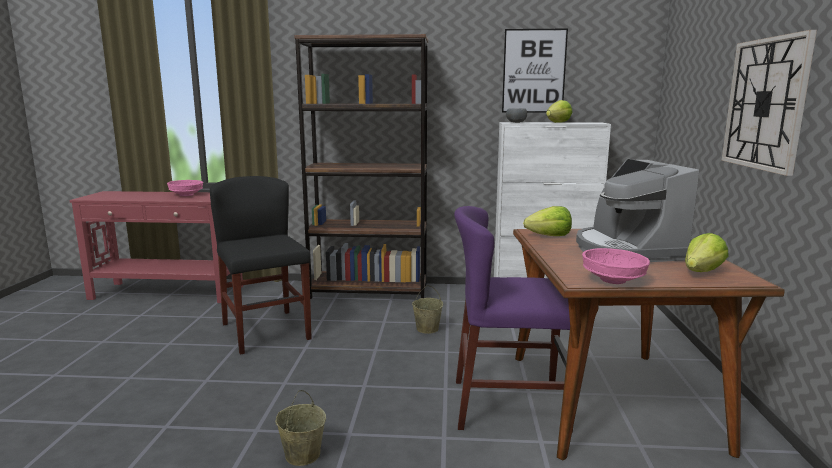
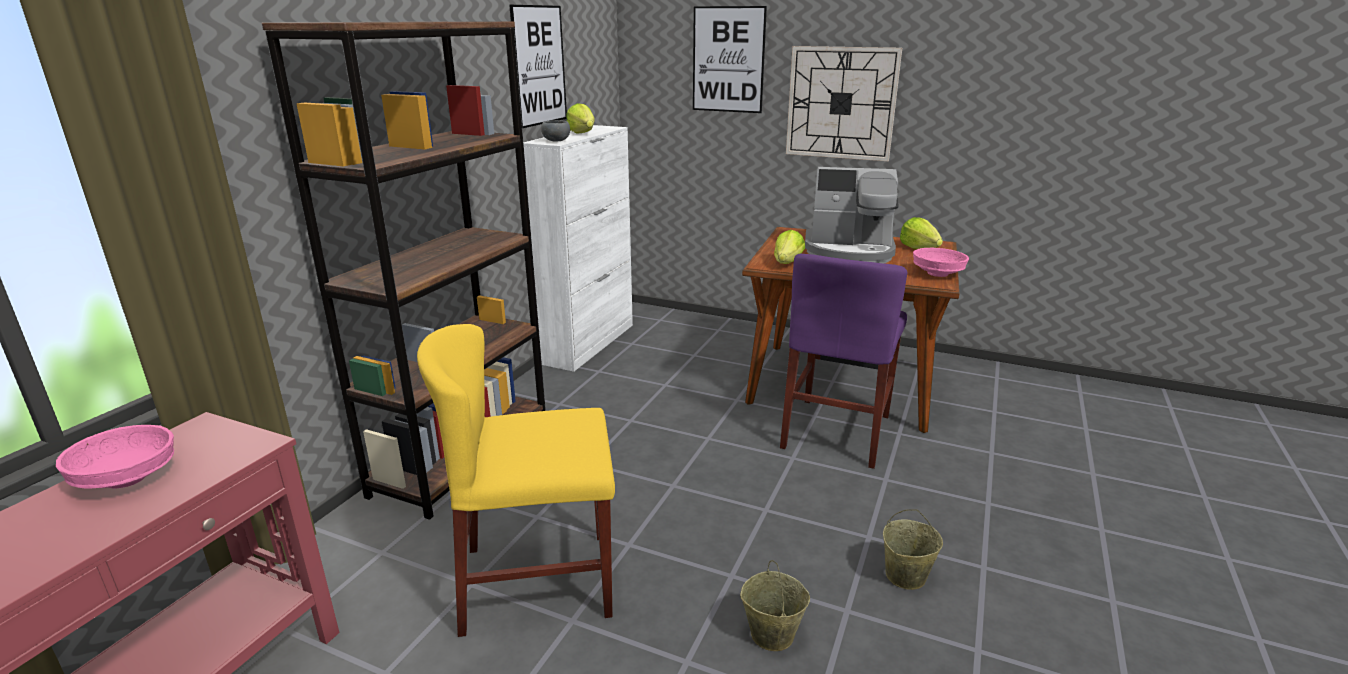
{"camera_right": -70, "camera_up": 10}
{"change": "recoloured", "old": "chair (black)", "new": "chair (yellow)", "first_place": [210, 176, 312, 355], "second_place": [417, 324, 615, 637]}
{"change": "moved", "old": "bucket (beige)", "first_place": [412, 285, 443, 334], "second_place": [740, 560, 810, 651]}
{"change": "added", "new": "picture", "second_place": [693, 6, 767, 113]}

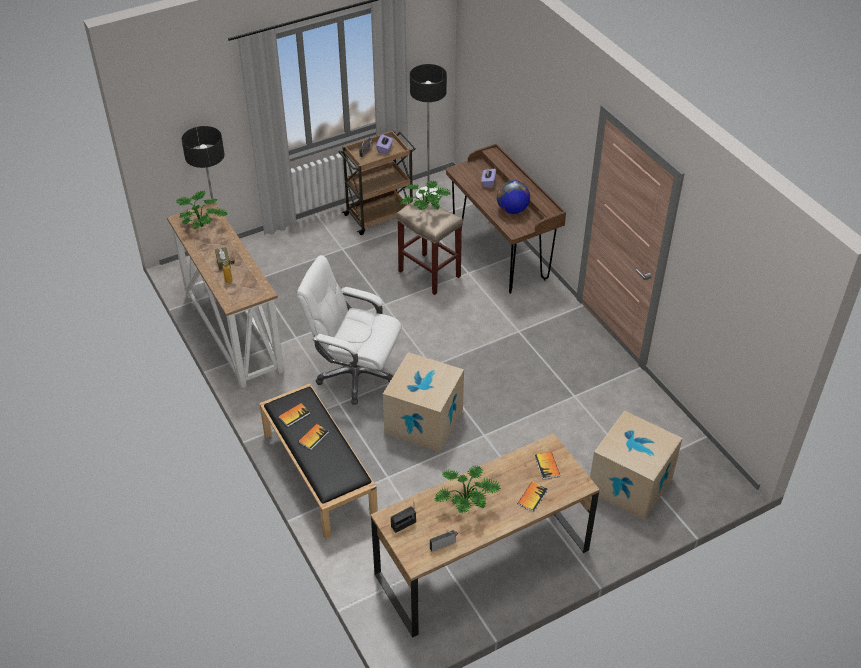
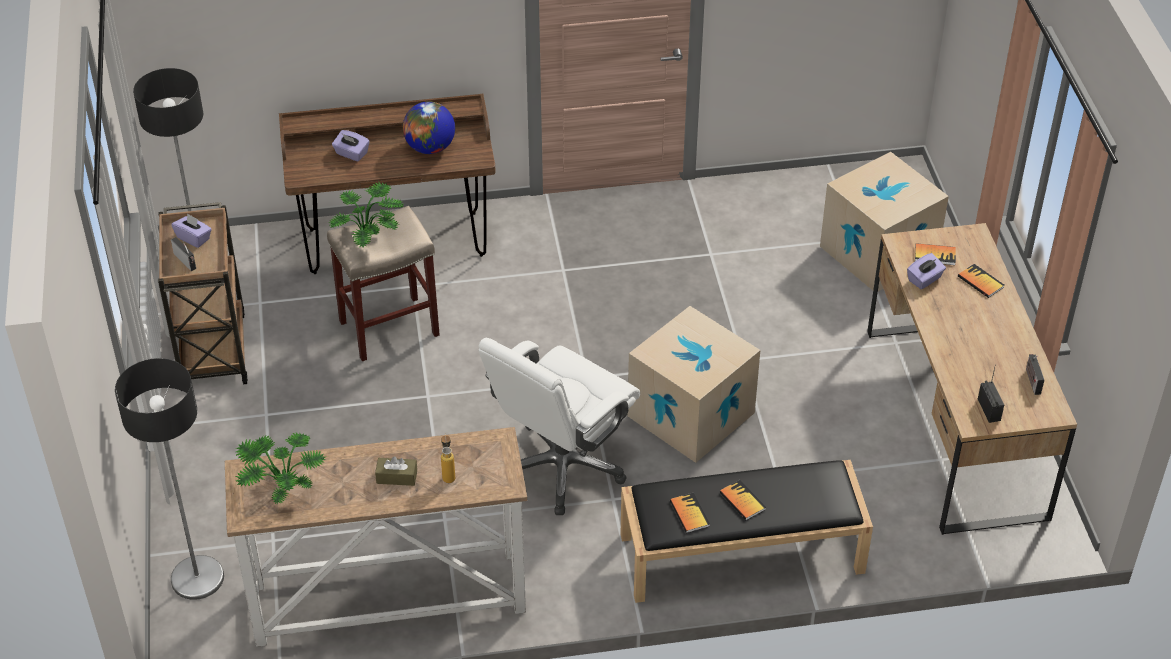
{"camera_right": -70, "camera_up": 0}
{"change": "removed", "old": "potted plant", "first_place": [434, 465, 501, 514]}
{"change": "added", "new": "tissue box (purple)", "second_place": [907, 253, 946, 289]}

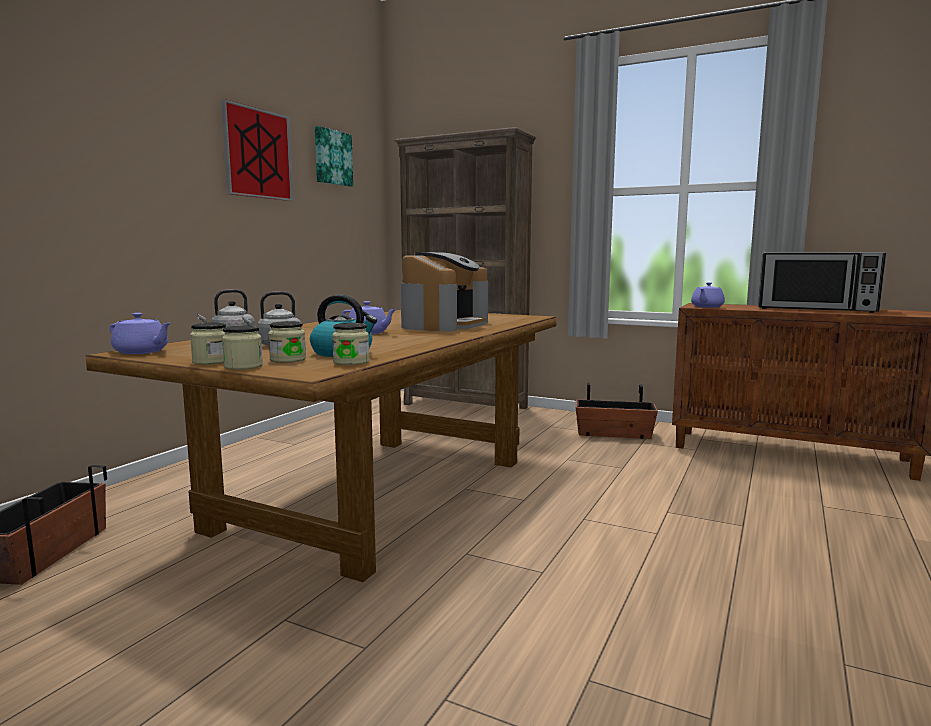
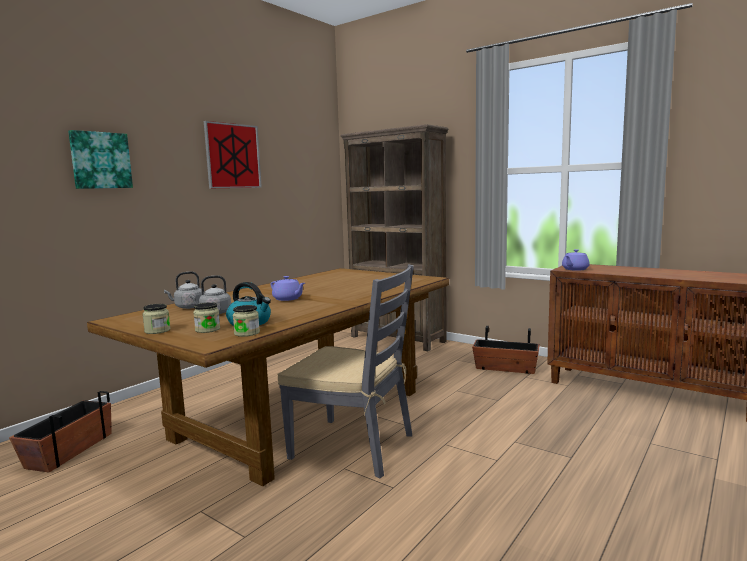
{"camera_right": 10, "camera_up": 0}
{"change": "removed", "old": "teapot (purple)", "first_place": [110, 313, 171, 354]}
{"change": "removed", "old": "jar", "first_place": [222, 325, 263, 370]}
{"change": "moved", "old": "picture", "first_place": [315, 126, 353, 187], "second_place": [68, 130, 133, 189]}
{"change": "removed", "old": "coffee machine", "first_place": [401, 252, 488, 332]}
{"change": "removed", "old": "microwave", "first_place": [758, 252, 886, 313]}
{"change": "added", "new": "chair (grey)", "second_place": [277, 264, 414, 478]}

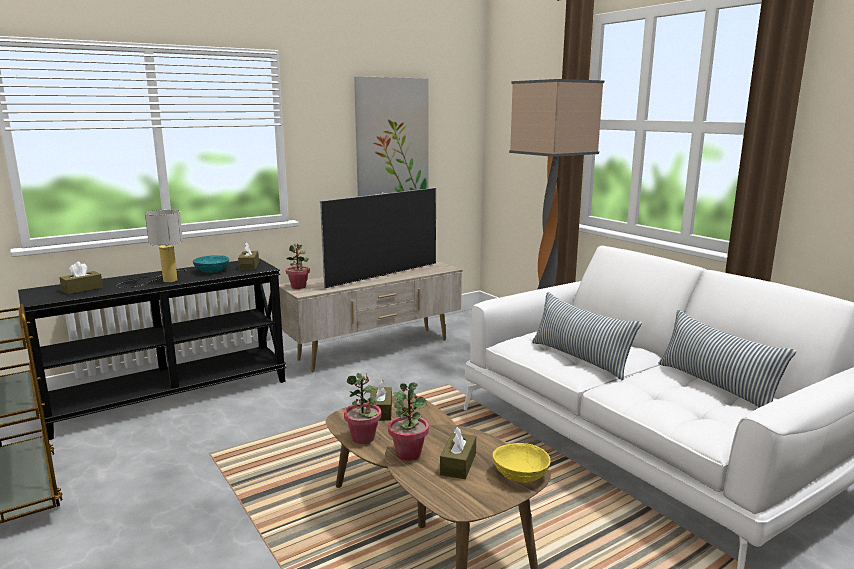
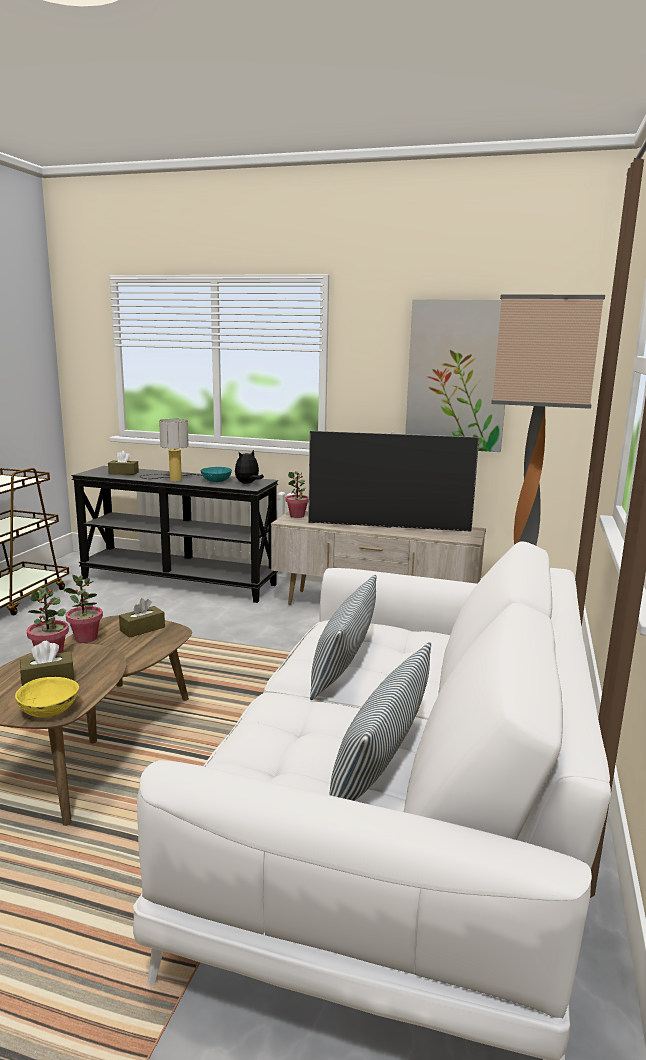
{"camera_right": 50, "camera_up": 0}
{"change": "replaced", "old": "tissue box (brown)", "new": "plush toy", "first_place": [238, 242, 259, 270], "second_place": [235, 450, 264, 484]}

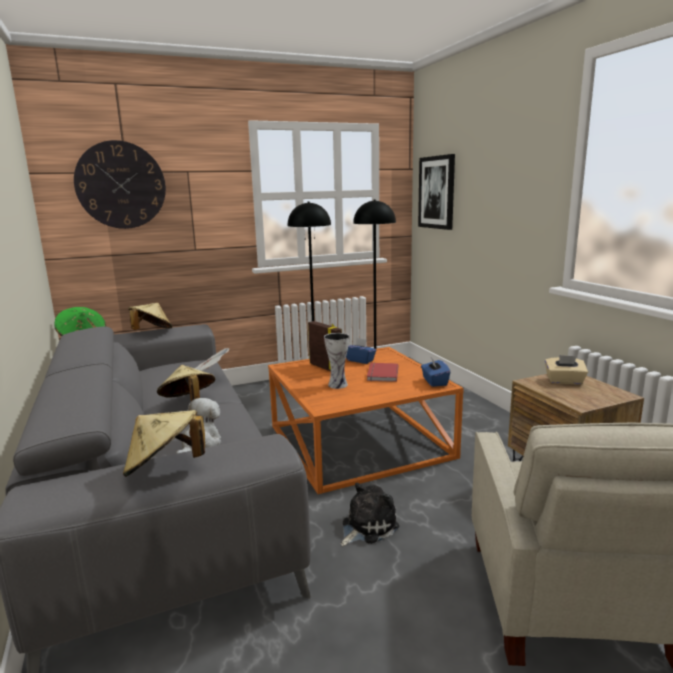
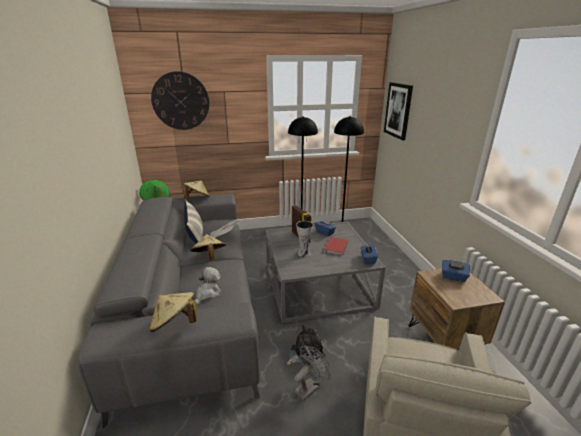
{"camera_right": 10, "camera_up": 10}
{"change": "recoloured", "old": "coffee table (orange)", "new": "coffee table (grey)", "first_place": [268, 347, 464, 494], "second_place": [265, 222, 386, 323]}
{"change": "recoloured", "old": "tissue box (beige)", "new": "tissue box (blue)", "first_place": [545, 355, 588, 384], "second_place": [442, 260, 470, 282]}
{"change": "added", "new": "pillow", "second_place": [184, 200, 203, 243]}
{"change": "added", "new": "fan (grey)", "second_place": [294, 346, 330, 401]}

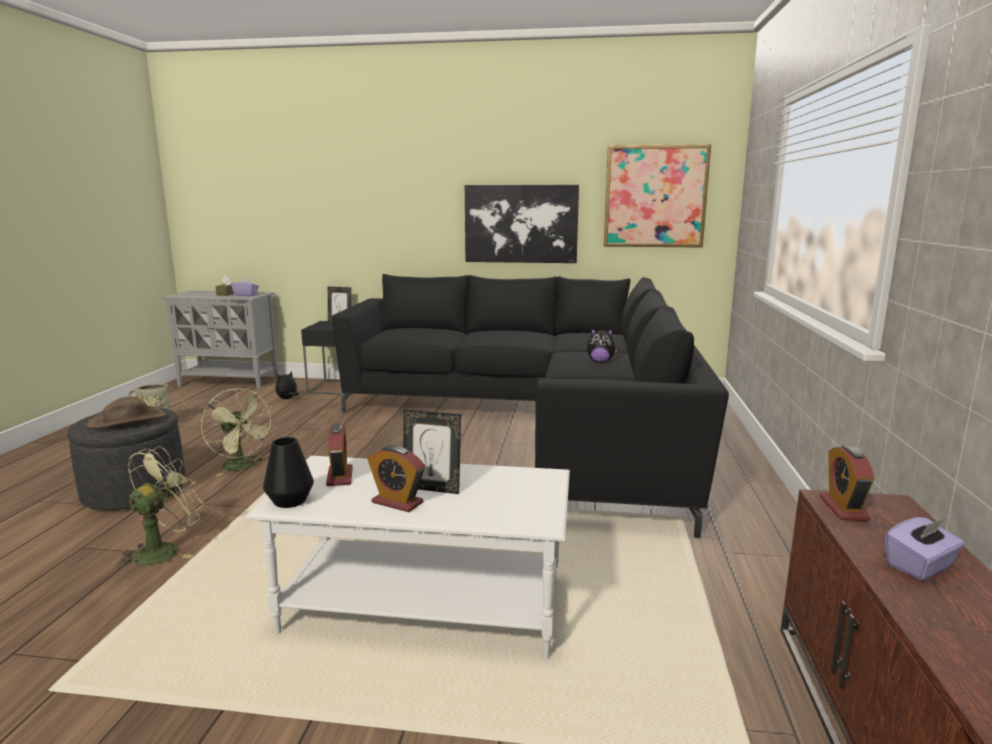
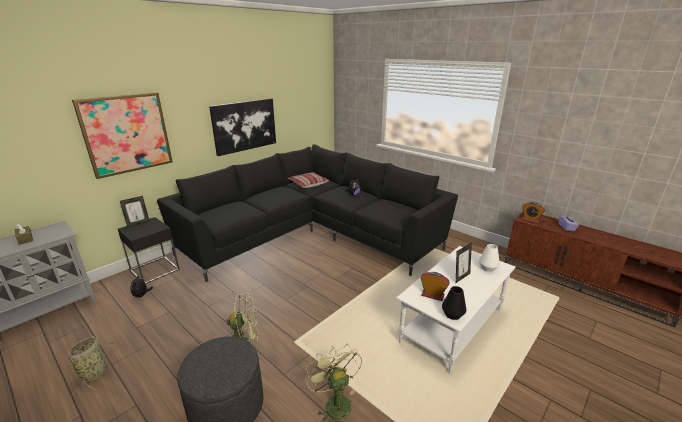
{"camera_right": -55, "camera_up": 10}
{"change": "removed", "old": "hat (brown)", "first_place": [85, 397, 167, 429]}
{"change": "removed", "old": "tissue box (purple)", "first_place": [231, 277, 259, 296]}
{"change": "removed", "old": "alarm clock", "first_place": [368, 445, 425, 512]}
{"change": "moved", "old": "picture", "first_place": [604, 144, 711, 248], "second_place": [72, 92, 173, 179]}
{"change": "added", "new": "pillow", "second_place": [288, 172, 329, 188]}
{"change": "added", "new": "vase (white)", "second_place": [479, 244, 500, 272]}

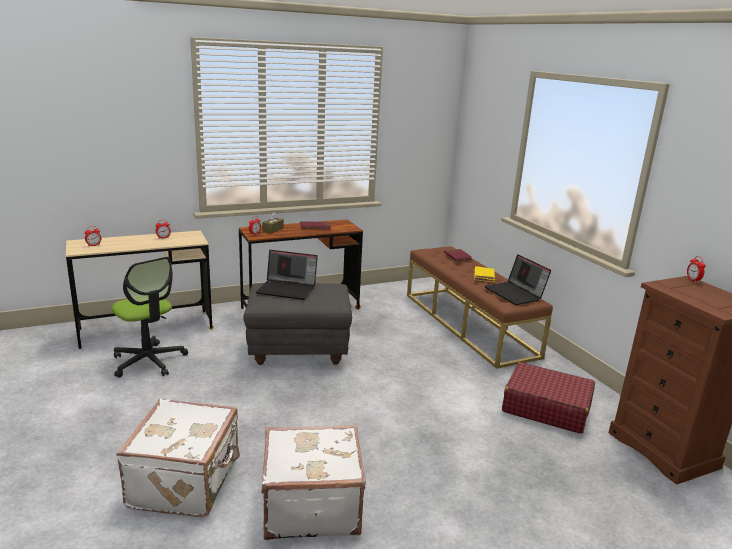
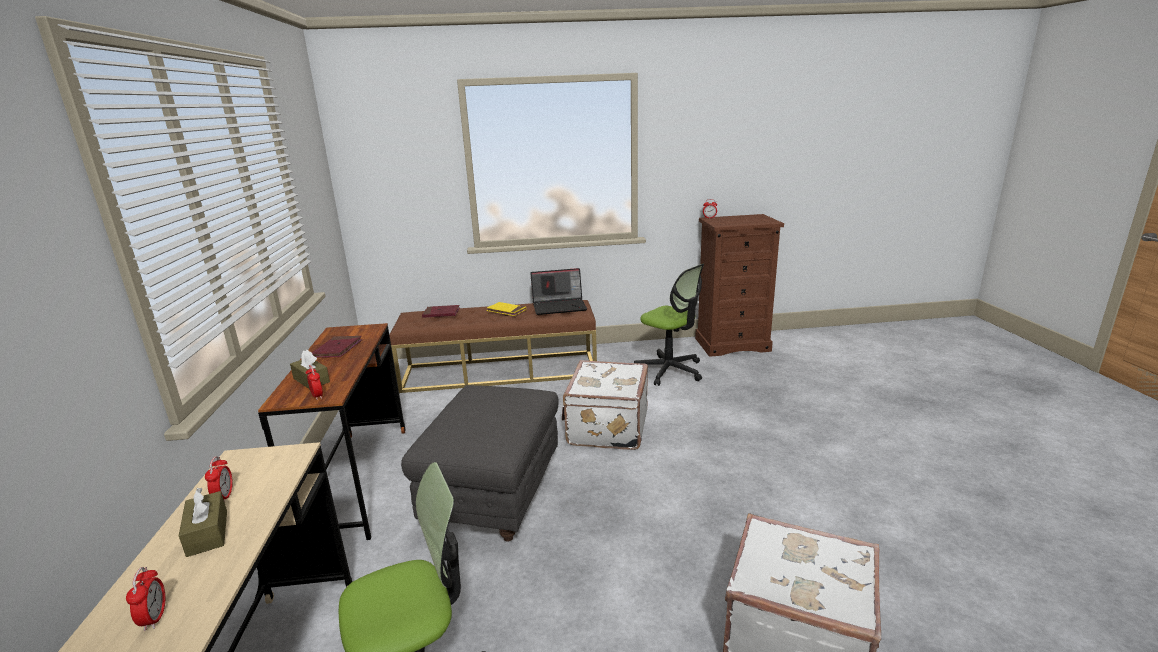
{"camera_right": -70, "camera_up": 0}
{"change": "removed", "old": "laptop", "first_place": [256, 250, 318, 300]}
{"change": "moved", "old": "suitcase (white)", "first_place": [262, 425, 366, 540], "second_place": [562, 360, 648, 450]}
{"change": "replaced", "old": "suitcase (red)", "new": "office chair", "first_place": [502, 362, 595, 434], "second_place": [634, 264, 704, 386]}
{"change": "added", "new": "tissue box (brown)", "second_place": [179, 488, 227, 557]}

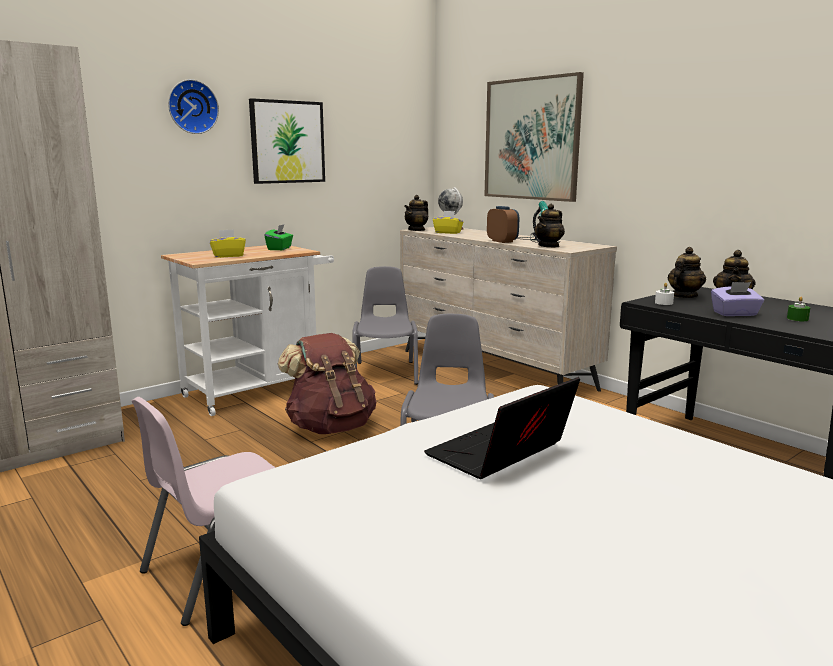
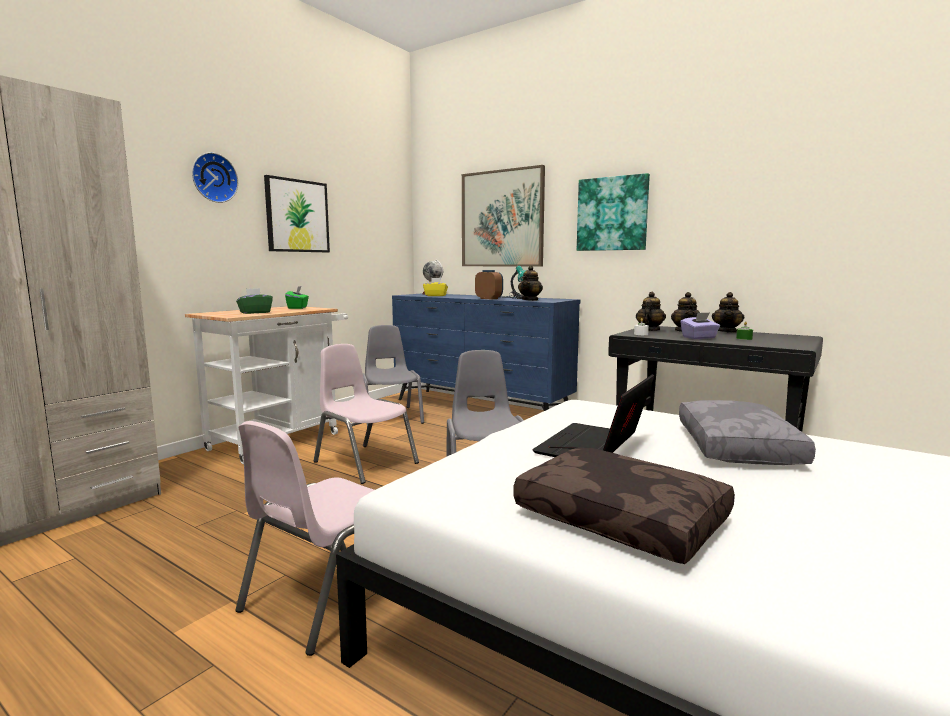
{"camera_right": -15, "camera_up": -5}
{"change": "recoloured", "old": "tissue box (yellow)", "new": "tissue box (green)", "first_place": [210, 229, 246, 258], "second_place": [236, 288, 273, 314]}
{"change": "replaced", "old": "backpack (brown)", "new": "chair (pink)", "first_place": [278, 333, 376, 434], "second_place": [314, 344, 419, 484]}
{"change": "recoloured", "old": "dresser (beige)", "new": "dresser (blue)", "first_place": [400, 227, 617, 392], "second_place": [392, 294, 580, 411]}
{"change": "moved", "old": "teapot", "first_place": [404, 195, 428, 231], "second_place": [712, 292, 744, 333]}
{"change": "added", "new": "pillow (brown)", "second_place": [513, 447, 735, 564]}
{"change": "added", "new": "picture", "second_place": [577, 173, 650, 251]}
{"change": "added", "new": "pillow (grey)", "second_place": [679, 400, 816, 465]}

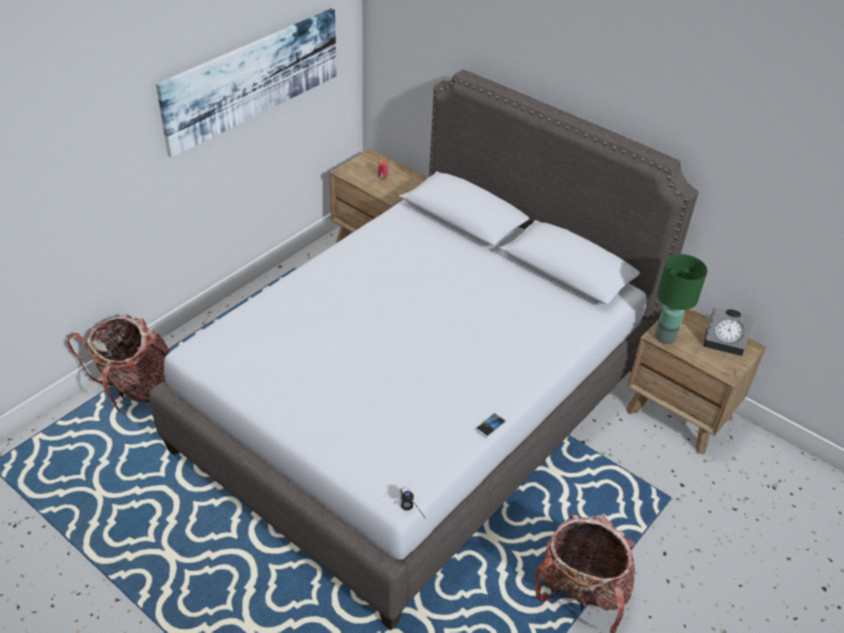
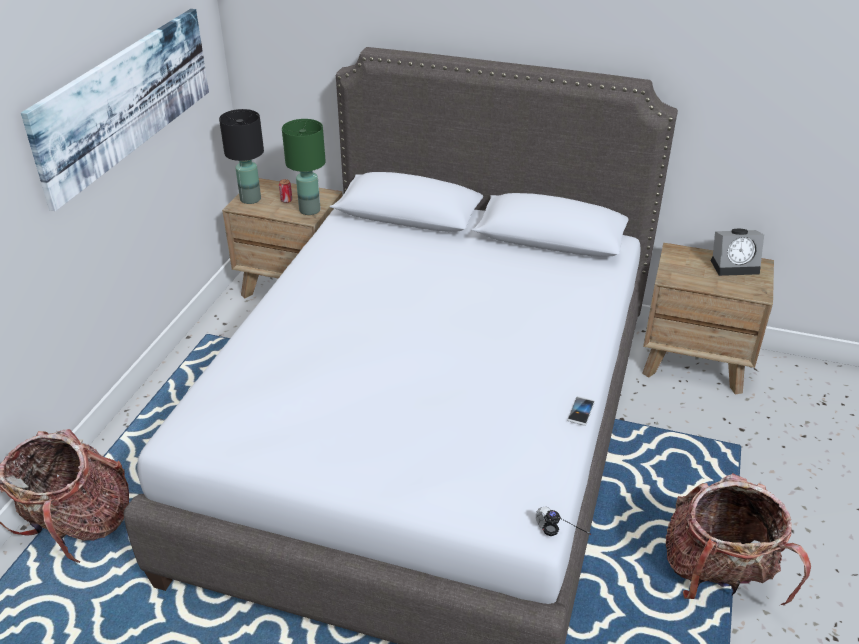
{"camera_right": -20, "camera_up": -5}
{"change": "moved", "old": "table lamp (green)", "first_place": [655, 254, 707, 344], "second_place": [282, 119, 326, 215]}
{"change": "added", "new": "table lamp (black)", "second_place": [219, 109, 264, 204]}

